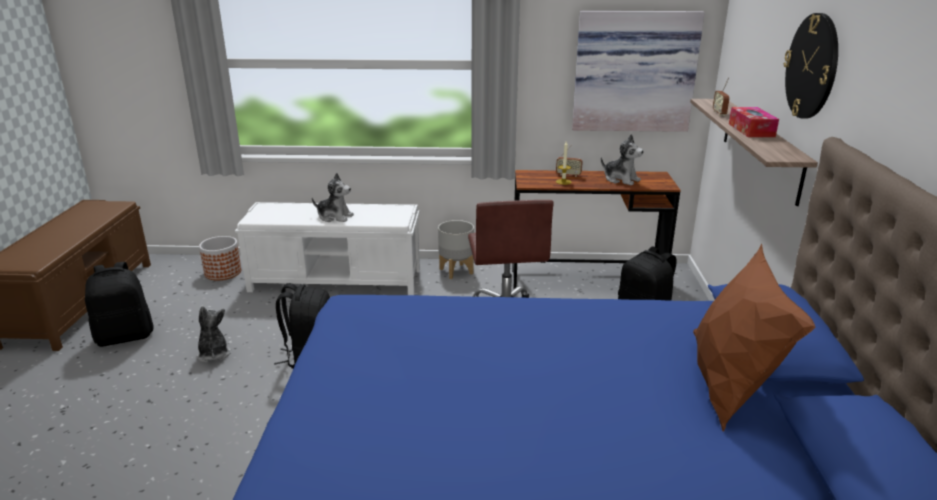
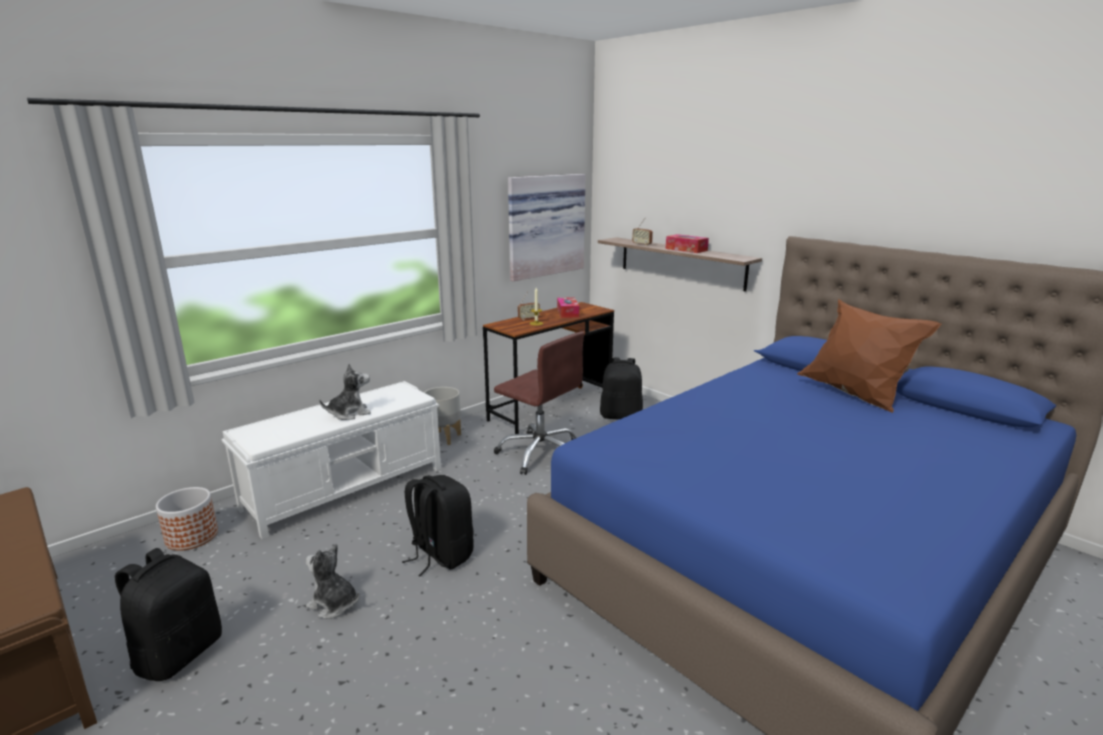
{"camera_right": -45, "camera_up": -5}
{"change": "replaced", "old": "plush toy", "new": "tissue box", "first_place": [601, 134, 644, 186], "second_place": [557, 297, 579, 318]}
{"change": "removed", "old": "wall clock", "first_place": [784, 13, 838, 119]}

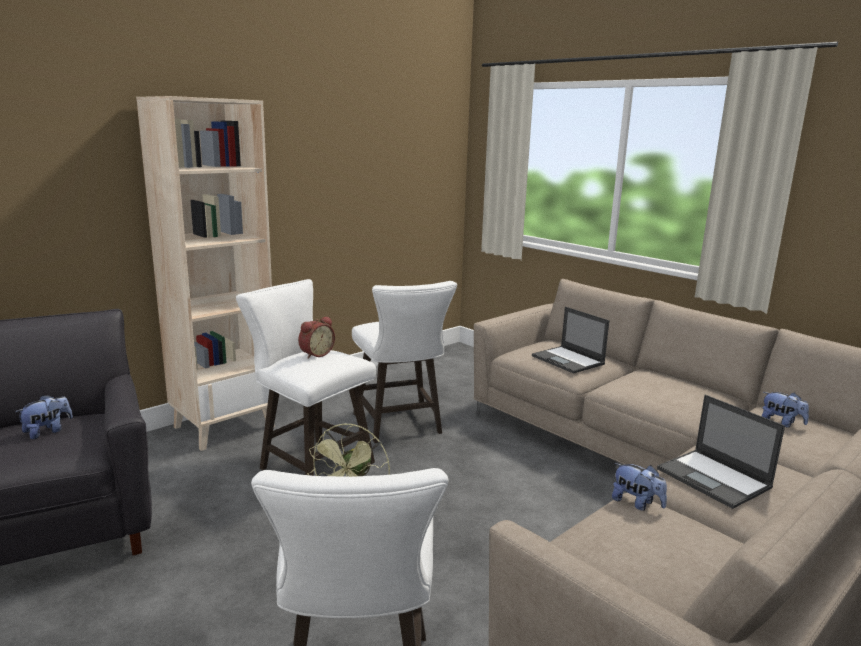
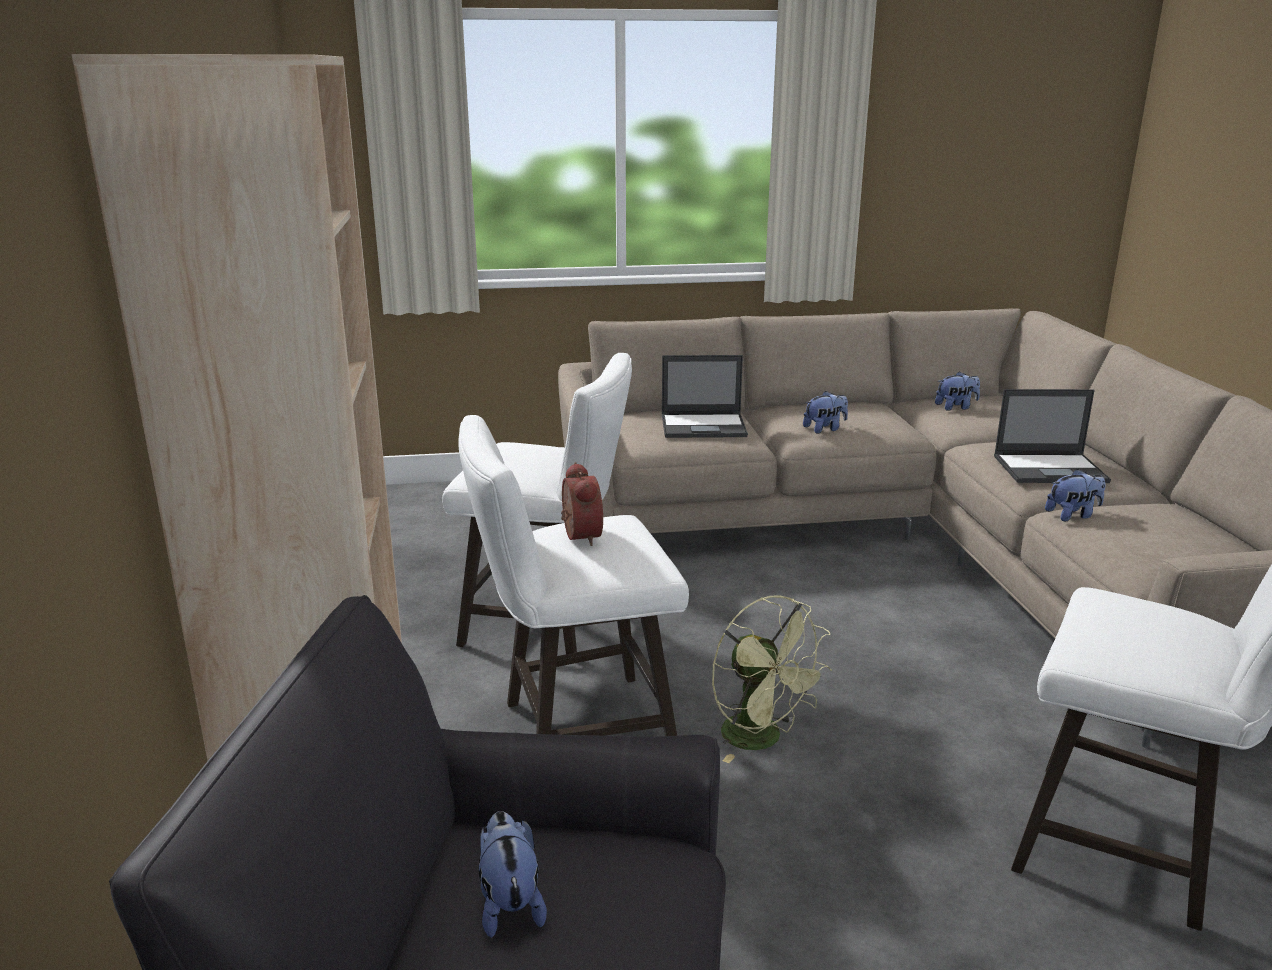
{"camera_right": -55, "camera_up": 5}
{"change": "added", "new": "plush toy", "second_place": [803, 391, 848, 433]}

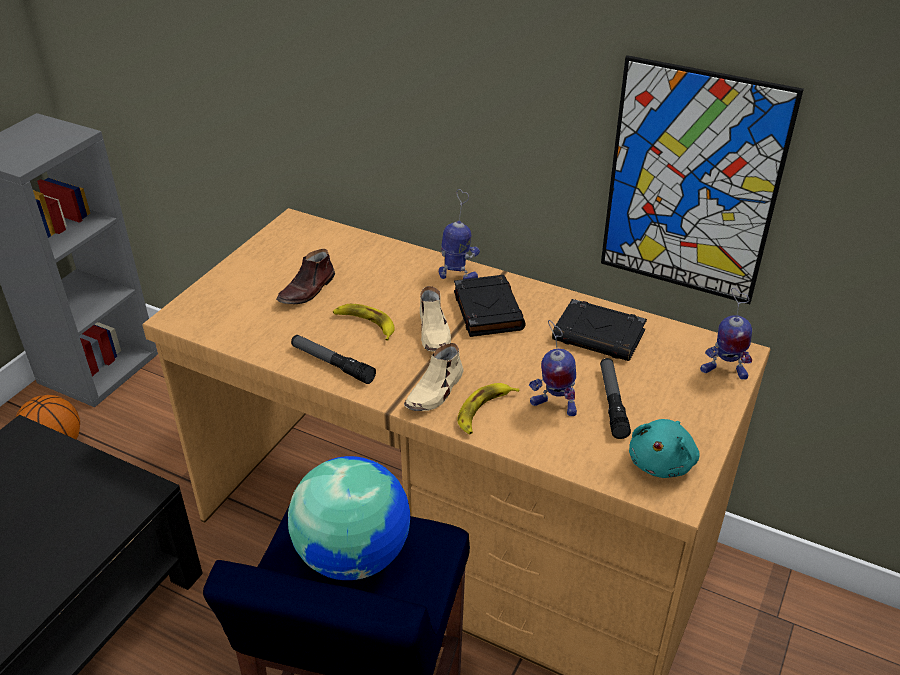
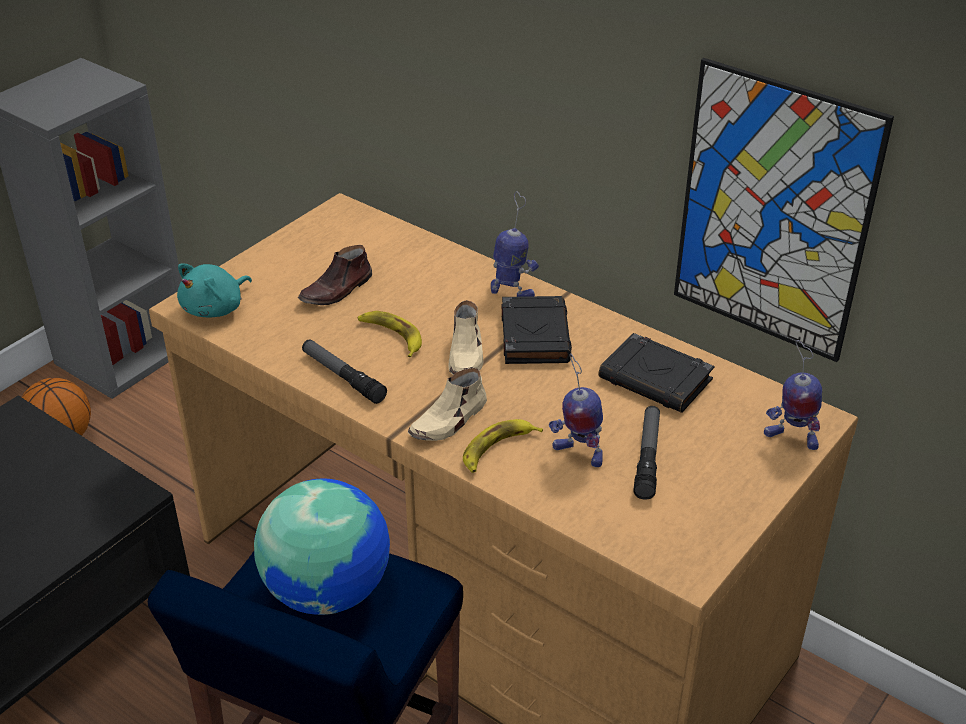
{"camera_right": 10, "camera_up": 0}
{"change": "moved", "old": "plush toy (turquoise)", "first_place": [629, 419, 700, 478], "second_place": [177, 263, 252, 317]}

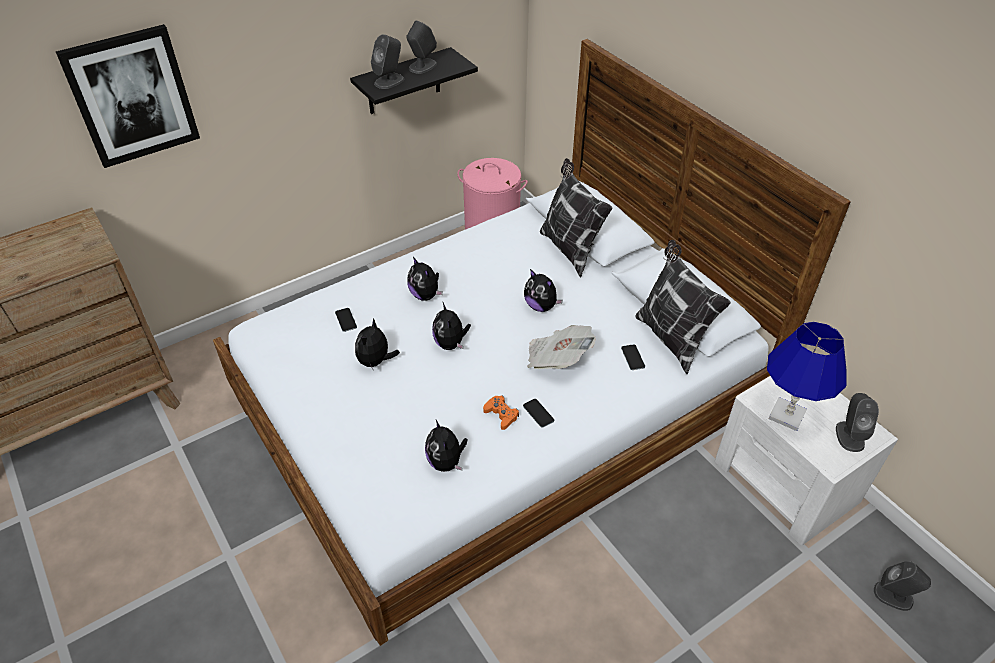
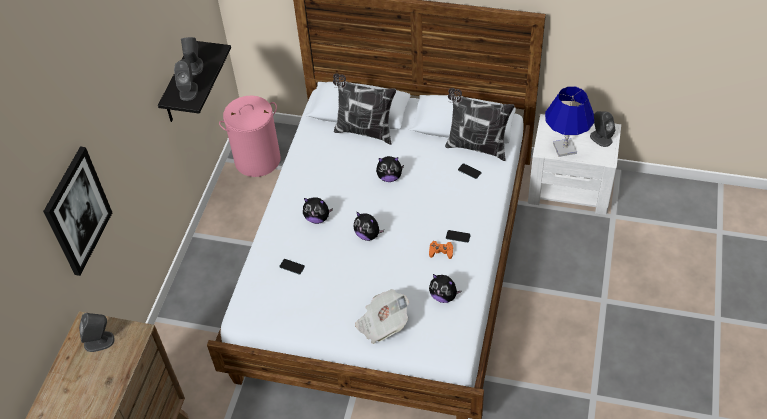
{"camera_right": -40, "camera_up": 5}
{"change": "removed", "old": "plush toy", "first_place": [355, 318, 400, 371]}
{"change": "moved", "old": "newspaper", "first_place": [528, 325, 596, 369], "second_place": [355, 289, 409, 344]}
{"change": "moved", "old": "speaker (grey)", "first_place": [874, 561, 931, 611], "second_place": [79, 313, 115, 352]}

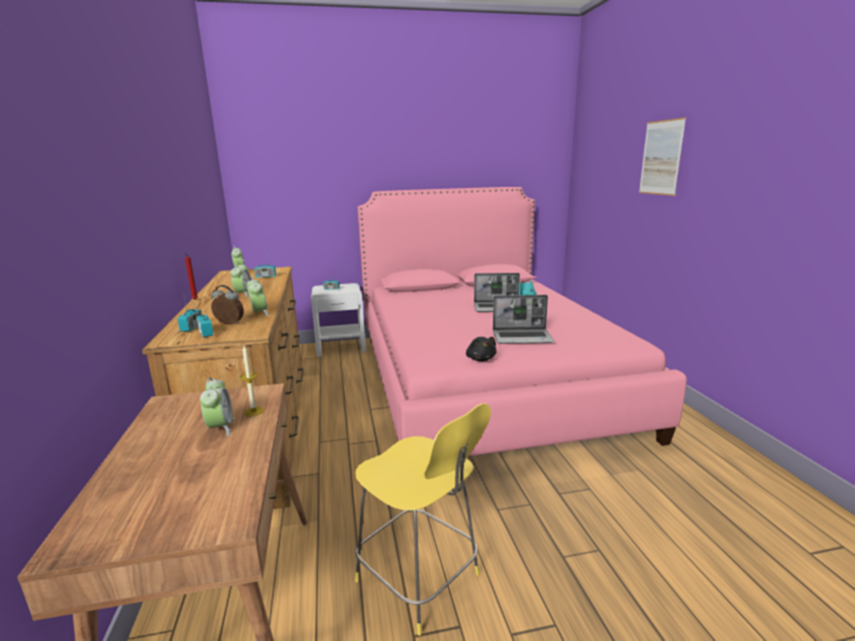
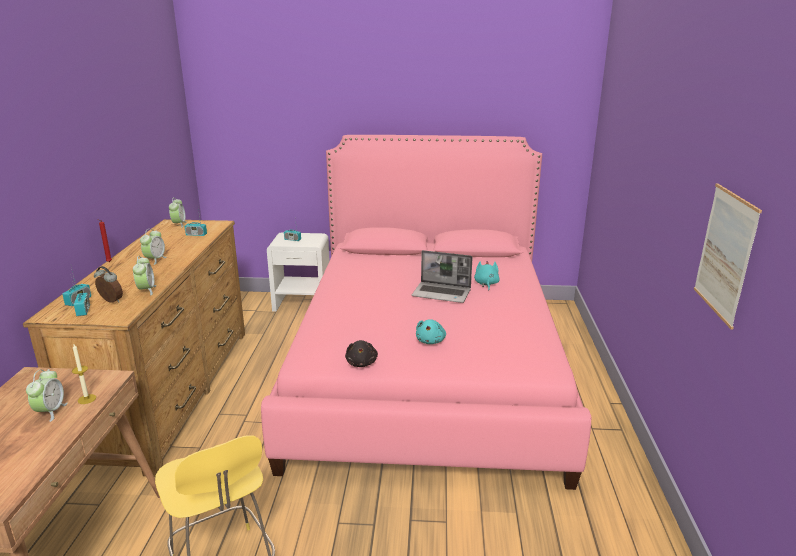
{"camera_right": 15, "camera_up": 5}
{"change": "replaced", "old": "laptop", "new": "plush toy (turquoise)", "first_place": [493, 295, 555, 344], "second_place": [416, 319, 446, 344]}
{"change": "moved", "old": "picture", "first_place": [639, 117, 686, 196], "second_place": [694, 183, 762, 330]}

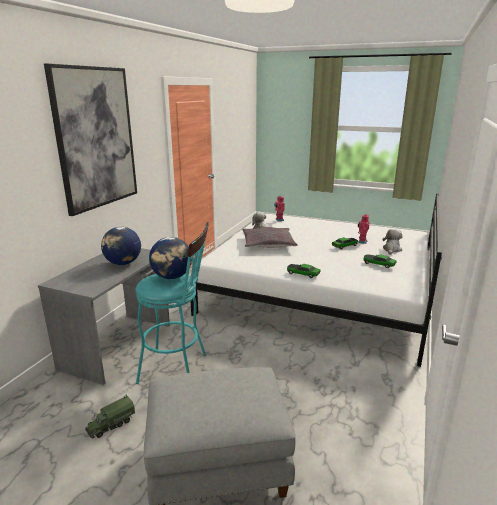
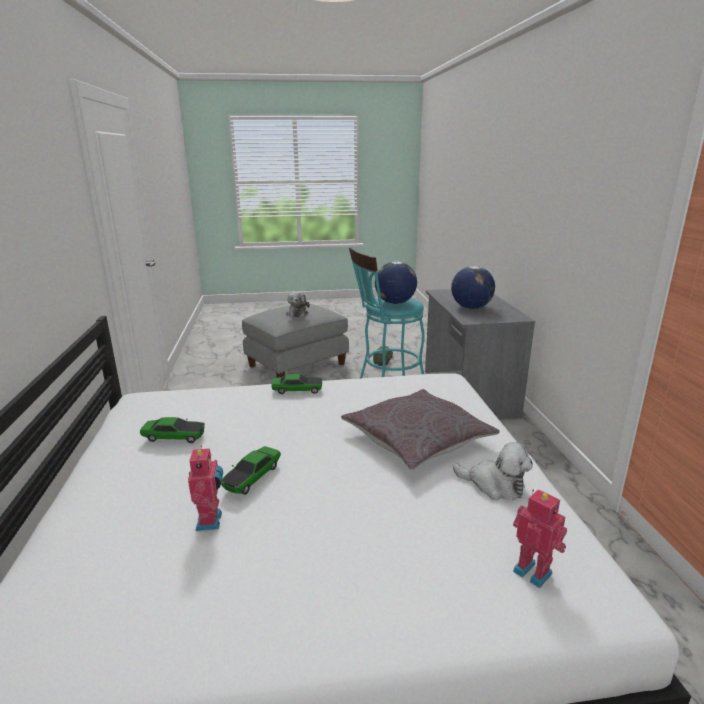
{"camera_right": 150, "camera_up": 0}
{"change": "removed", "old": "picture", "first_place": [44, 63, 137, 216]}
{"change": "moved", "old": "plush toy", "first_place": [383, 229, 402, 255], "second_place": [286, 291, 310, 317]}

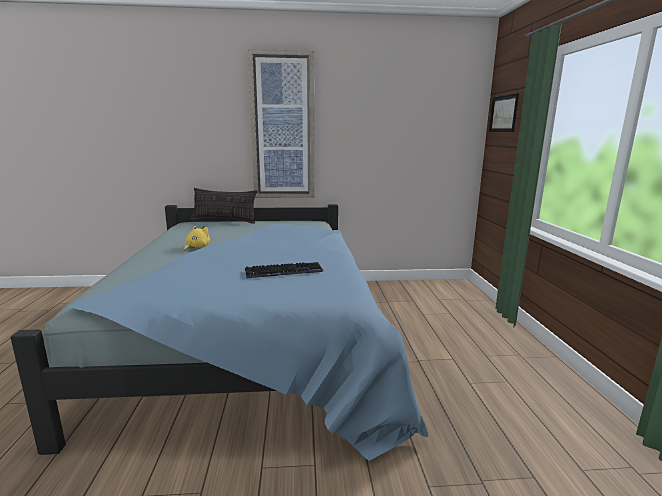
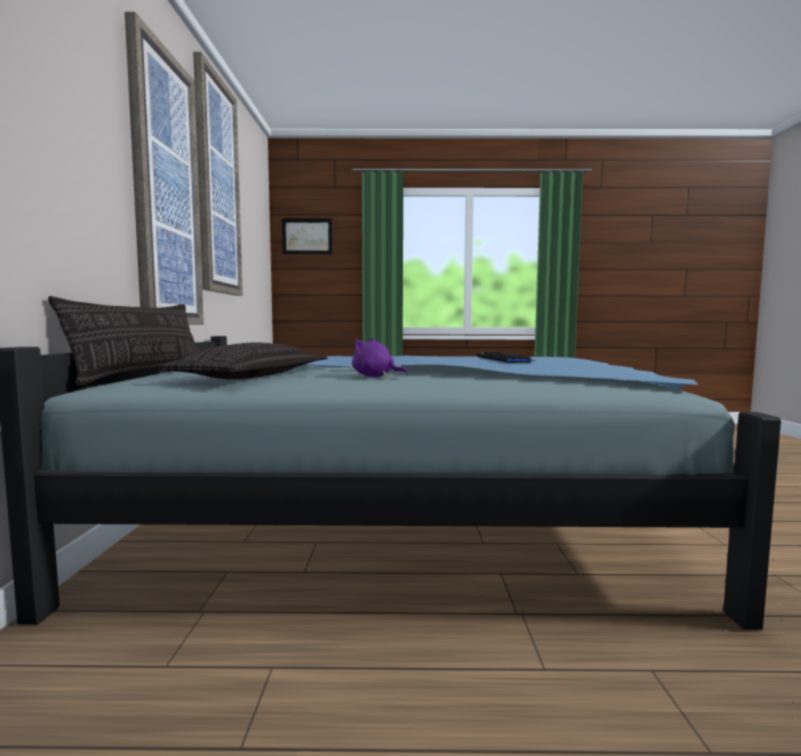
{"camera_right": -85, "camera_up": -10}
{"change": "recoloured", "old": "plush toy (yellow)", "new": "plush toy (purple)", "first_place": [184, 226, 210, 251], "second_place": [352, 338, 408, 377]}
{"change": "added", "new": "pillow", "second_place": [156, 342, 327, 379]}
{"change": "added", "new": "picture", "second_place": [193, 52, 243, 296]}

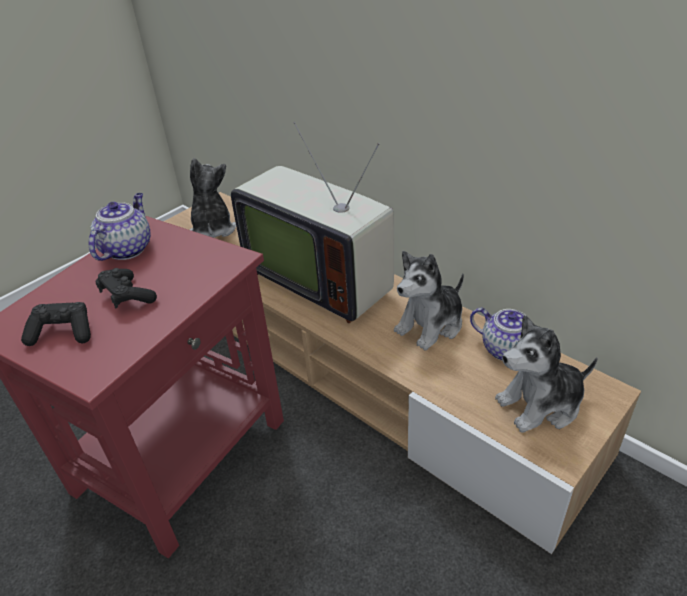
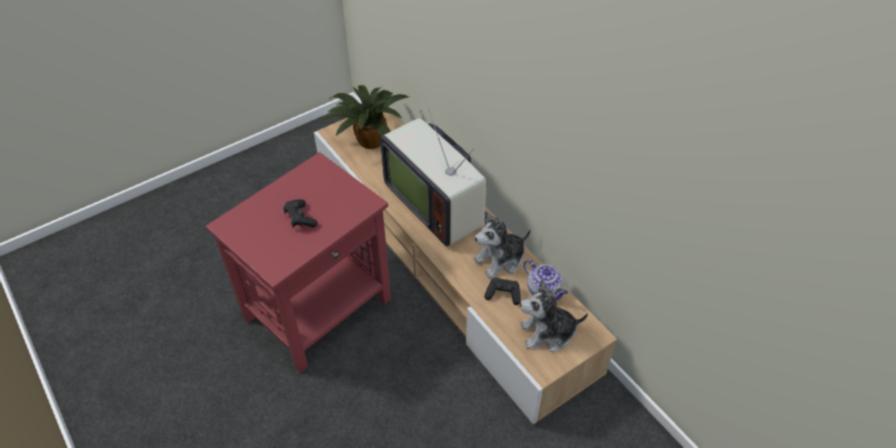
{"camera_right": 10, "camera_up": 10}
{"change": "moved", "old": "game controller (black)", "first_place": [21, 302, 91, 346], "second_place": [484, 277, 521, 305]}
{"change": "removed", "old": "teapot", "first_place": [89, 193, 151, 261]}
{"change": "replaced", "old": "plush toy", "new": "potted plant", "first_place": [190, 158, 236, 238], "second_place": [322, 85, 409, 149]}

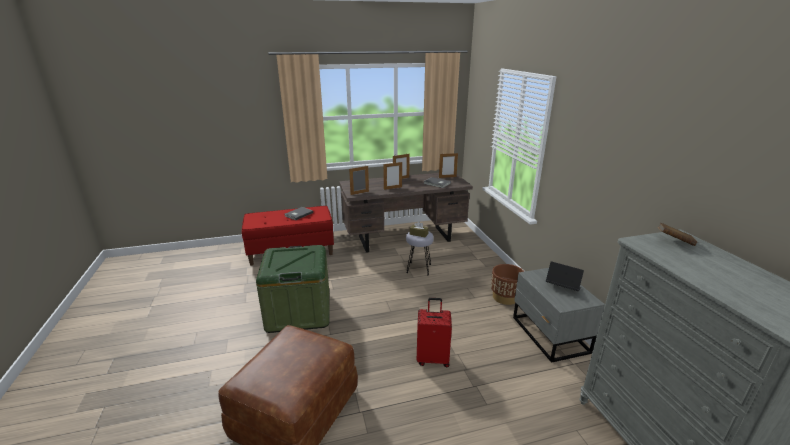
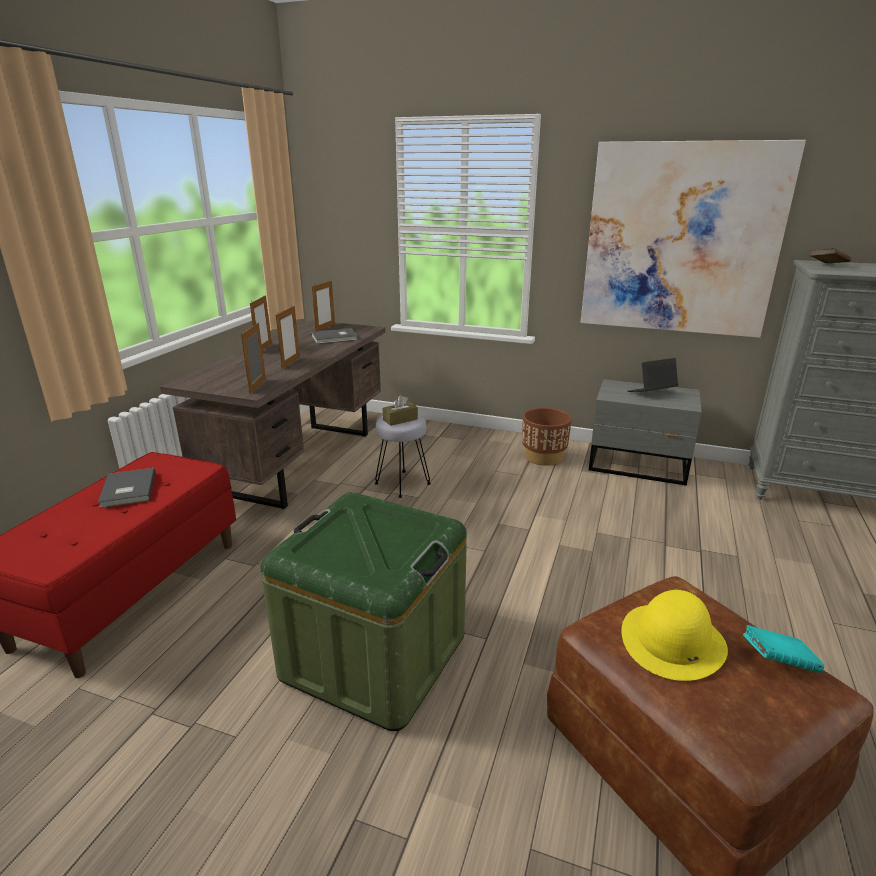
{"camera_right": -55, "camera_up": 0}
{"change": "removed", "old": "suitcase (red)", "first_place": [417, 298, 452, 367]}
{"change": "added", "new": "picture", "second_place": [581, 140, 806, 338]}
{"change": "added", "new": "hat (yellow)", "second_place": [621, 590, 728, 681]}
{"change": "added", "new": "book (turquoise)", "second_place": [743, 625, 824, 673]}

